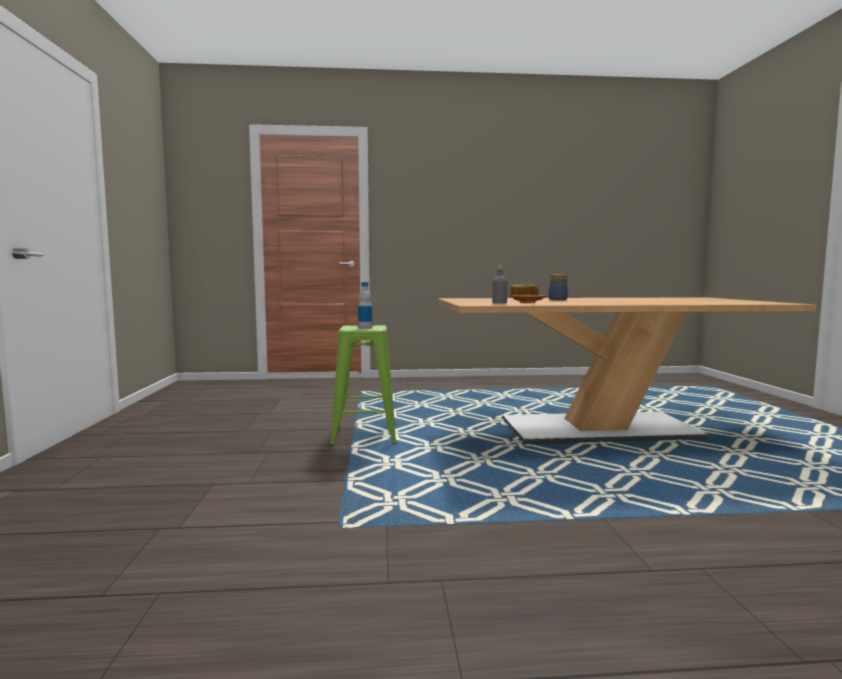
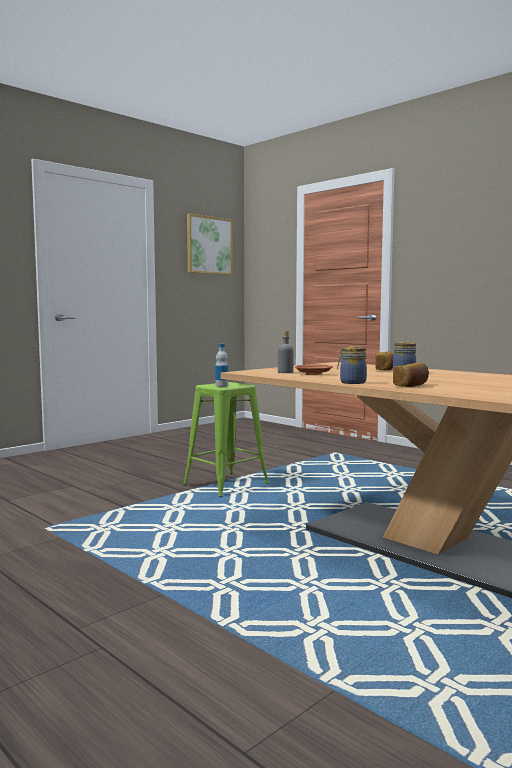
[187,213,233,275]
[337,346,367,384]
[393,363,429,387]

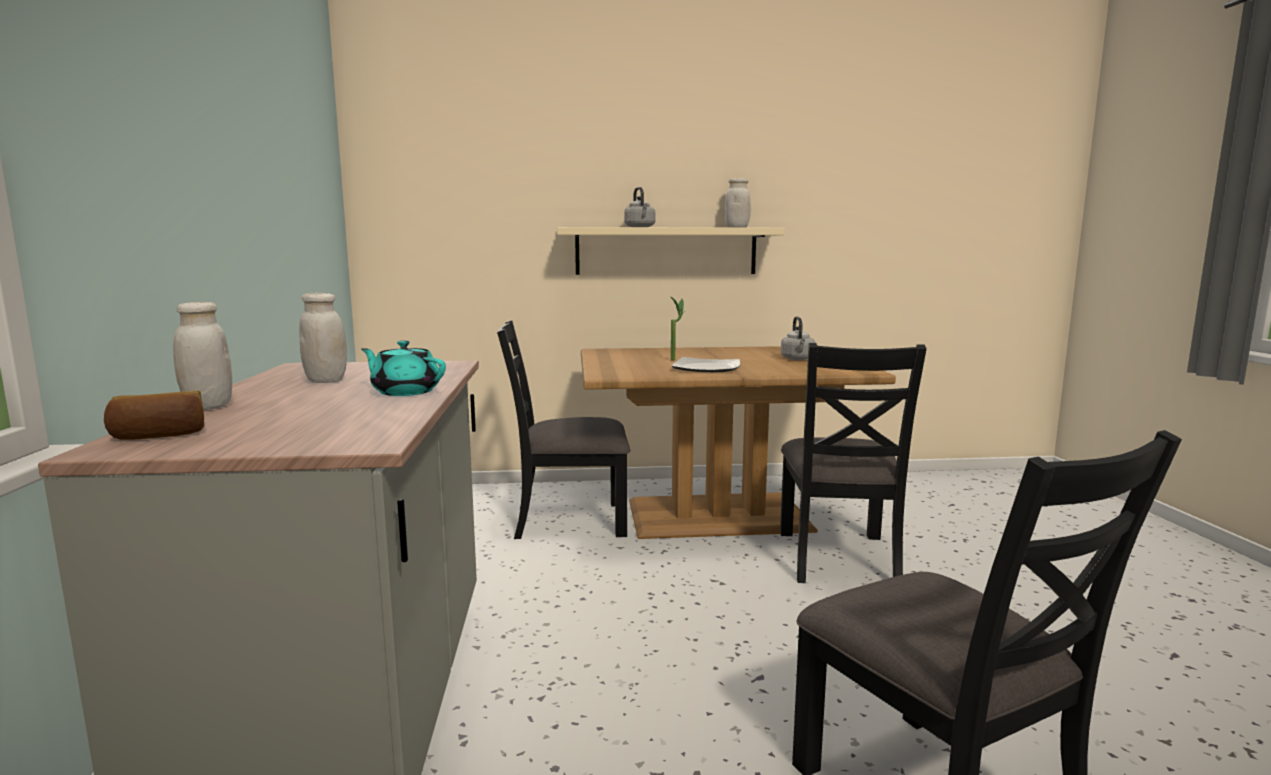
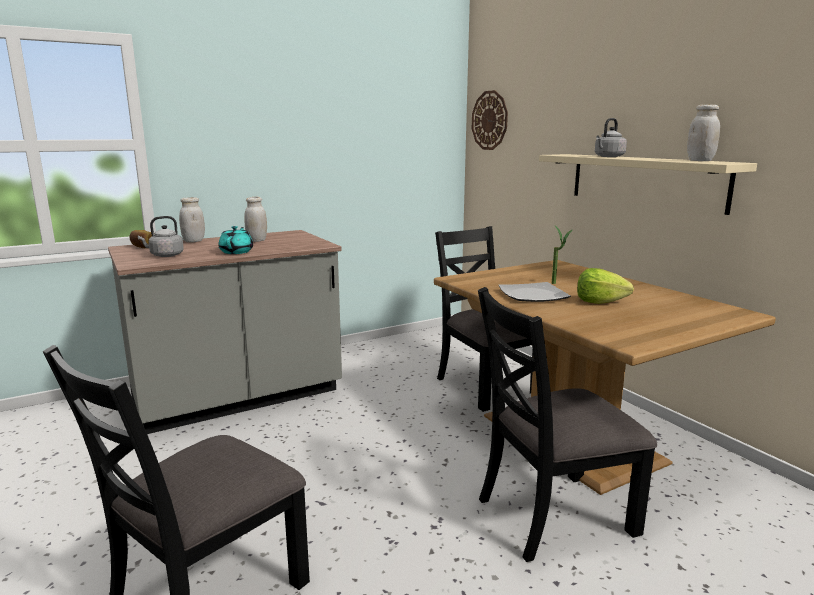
[472,90,508,150]
[577,268,634,304]
[137,216,184,257]

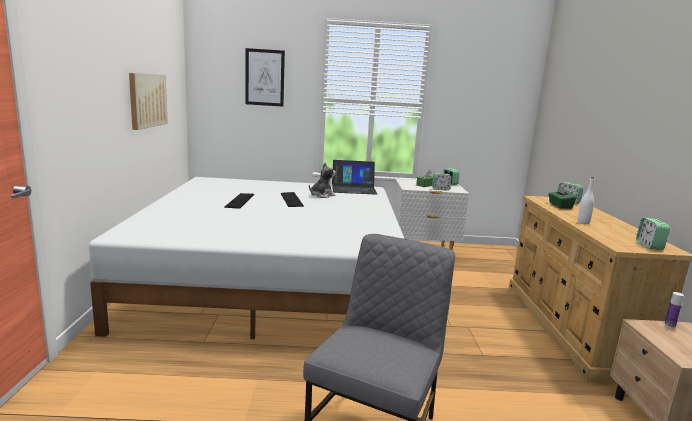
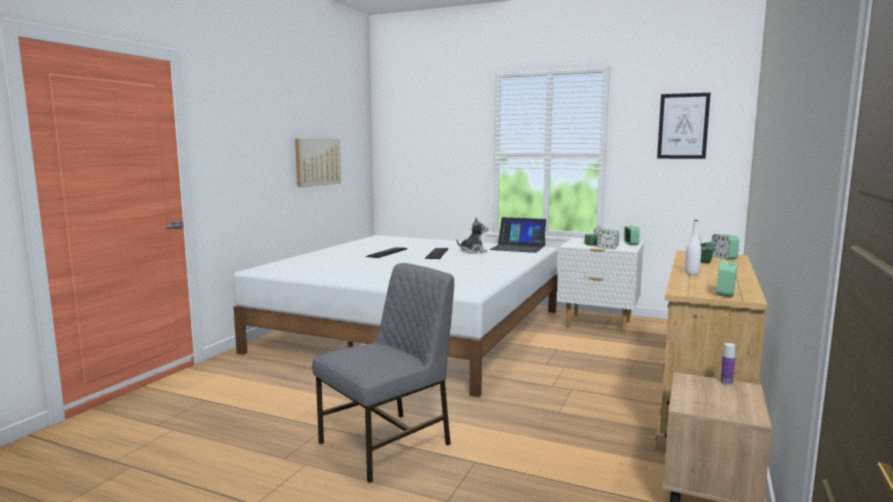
[657,93,711,159]

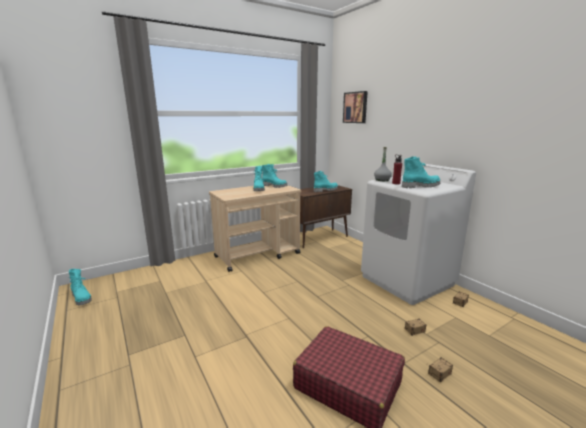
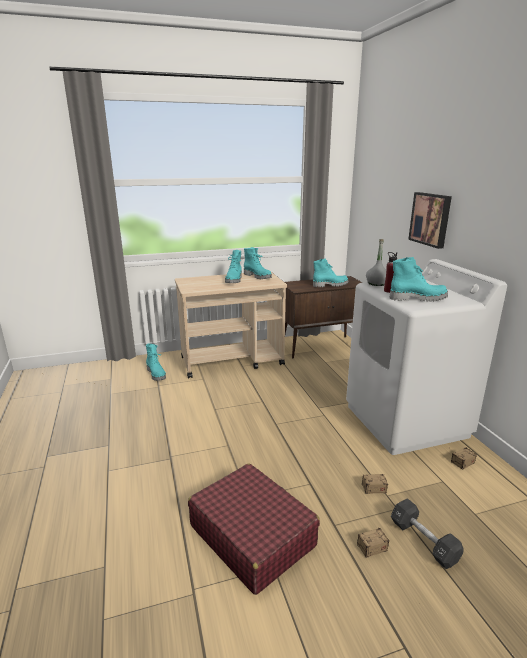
[391,498,464,569]
[146,344,166,381]
[408,192,452,249]

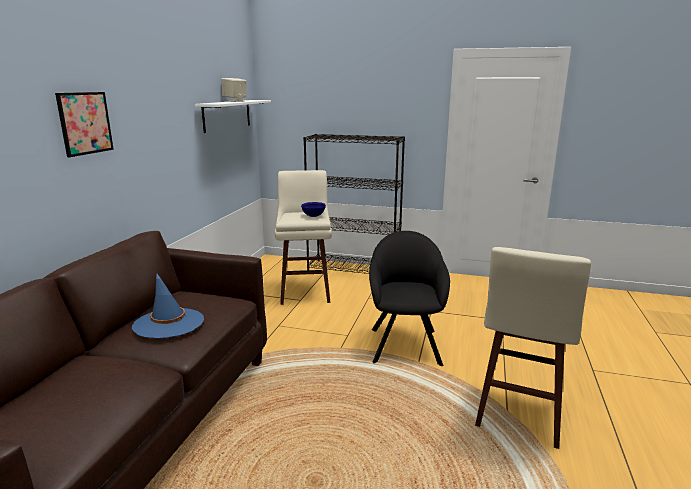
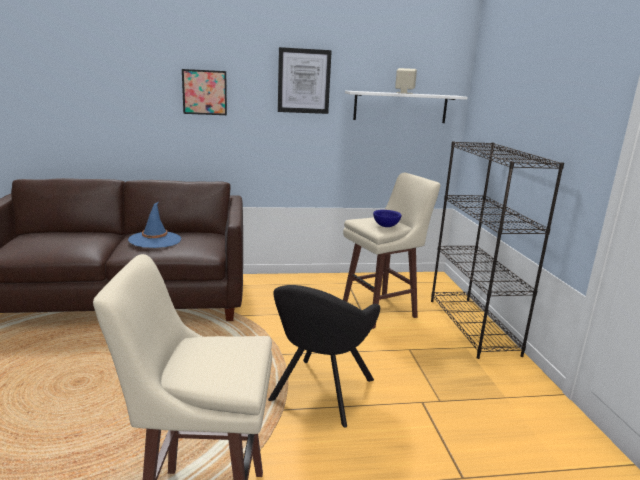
[278,47,332,114]
[268,285,380,428]

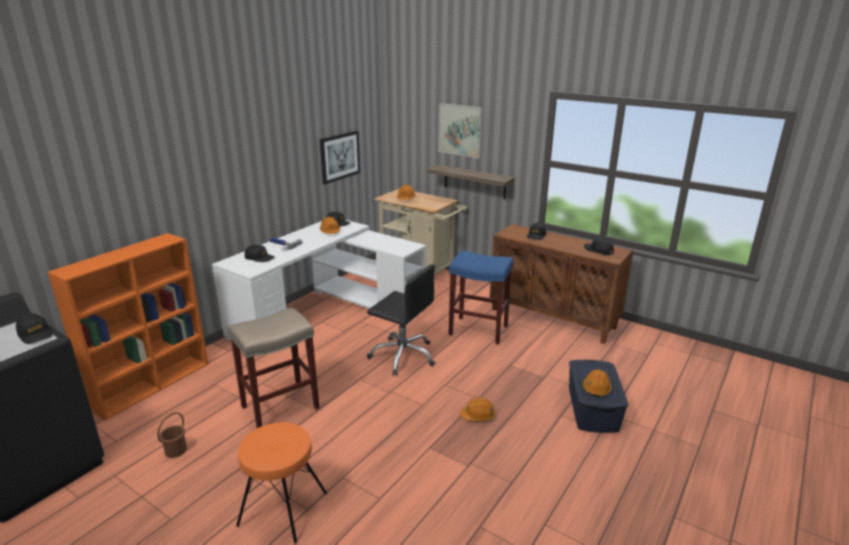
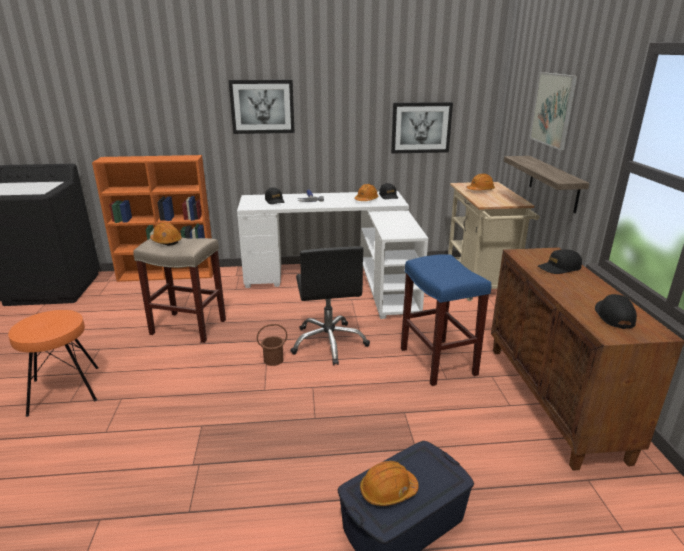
[16,313,52,344] (first image)
[229,80,295,134]
[257,324,287,366]
[150,222,182,246]

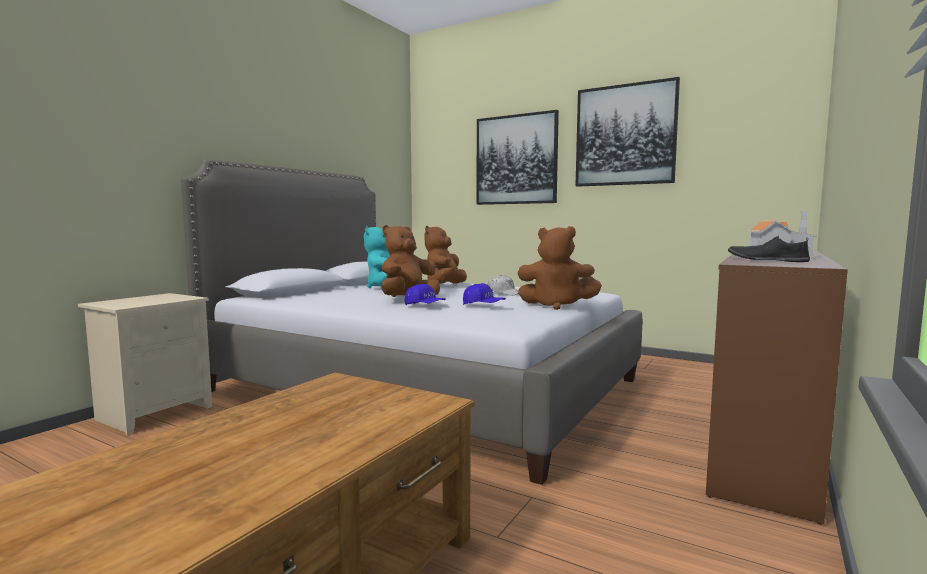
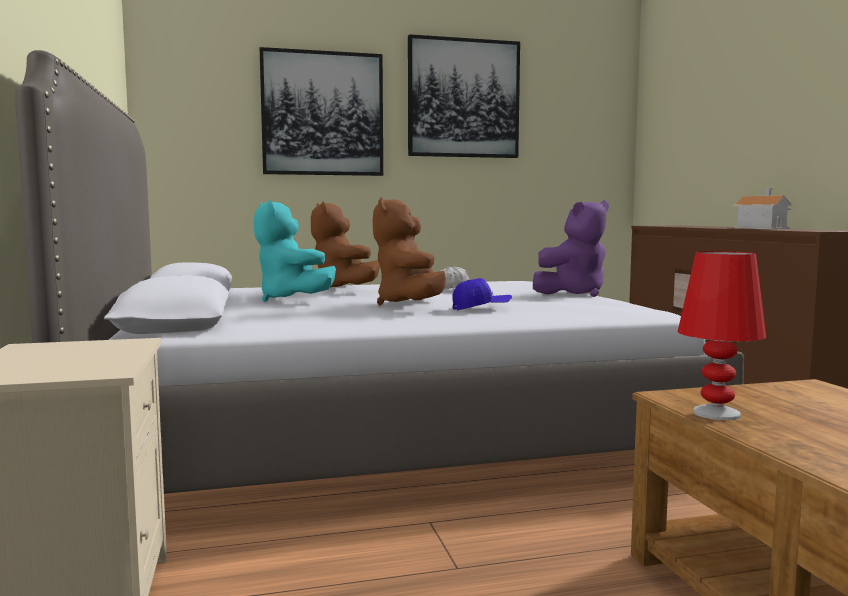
[463,283,506,305] (first image)
[728,235,810,262] (first image)
[678,251,766,420]
[533,200,609,297]

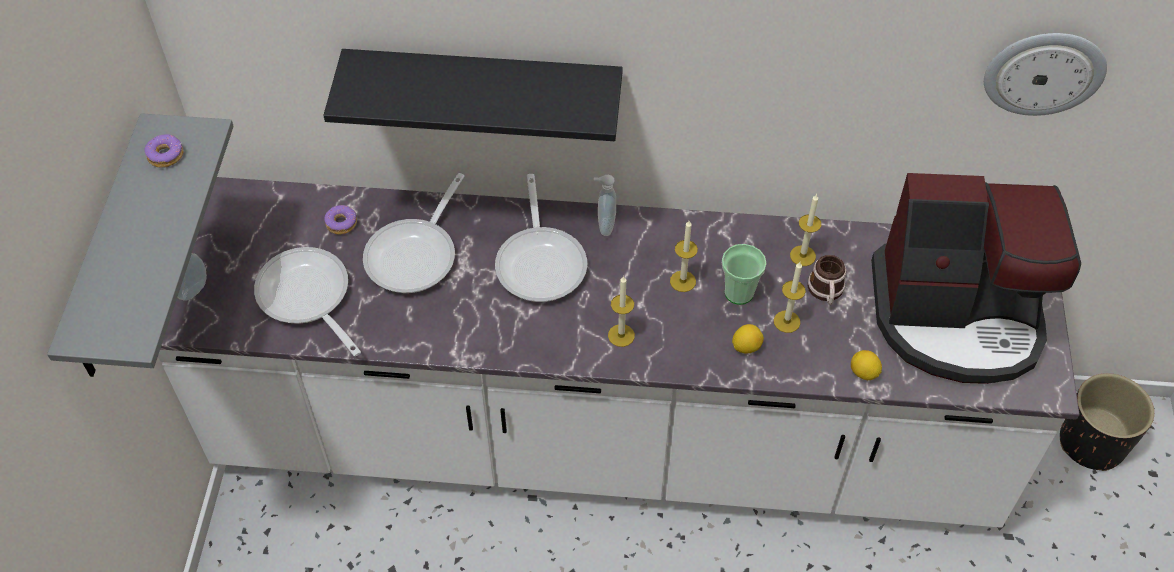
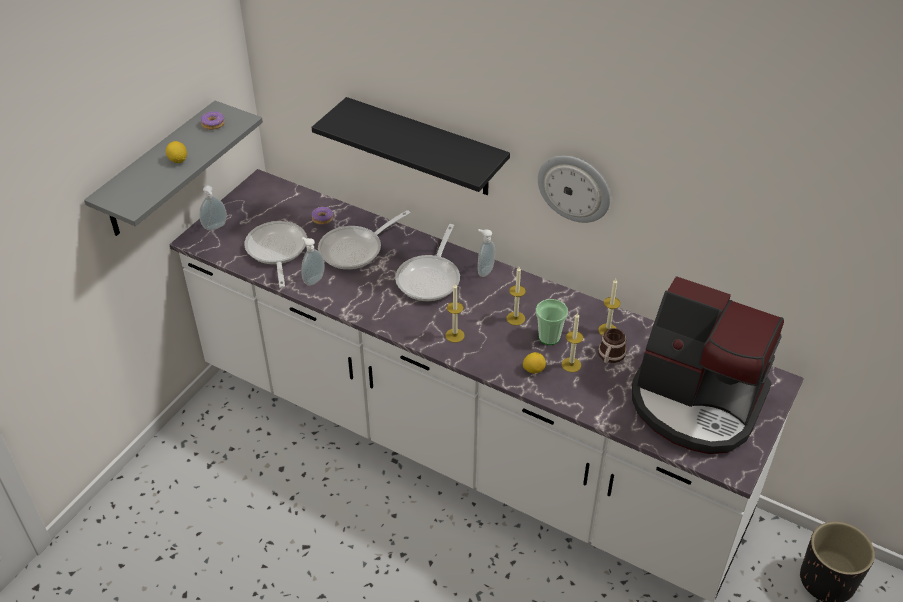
[301,237,325,286]
[166,141,187,163]
[538,156,610,223]

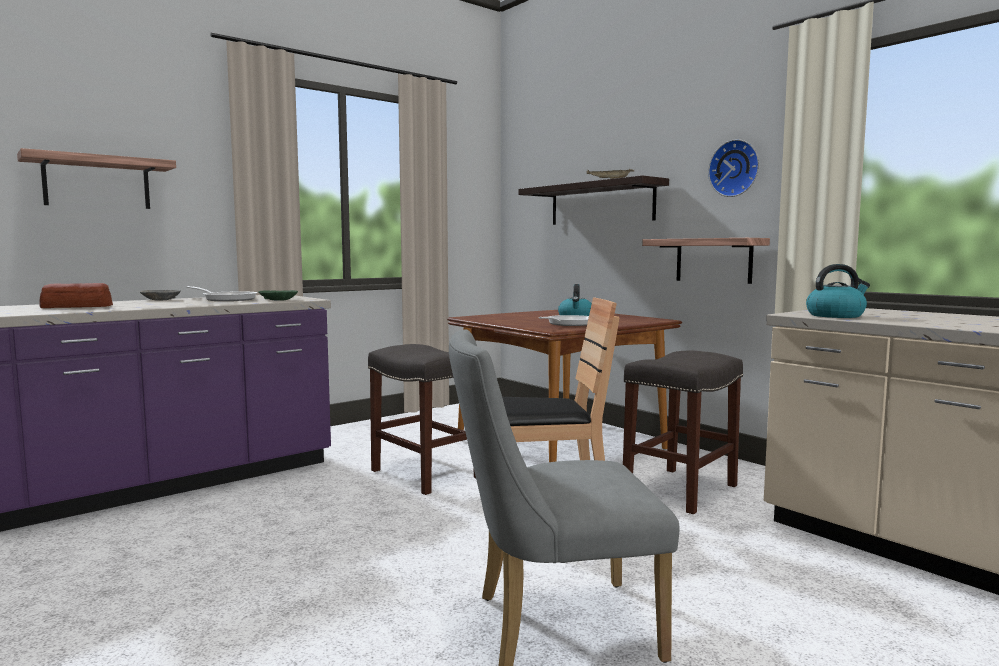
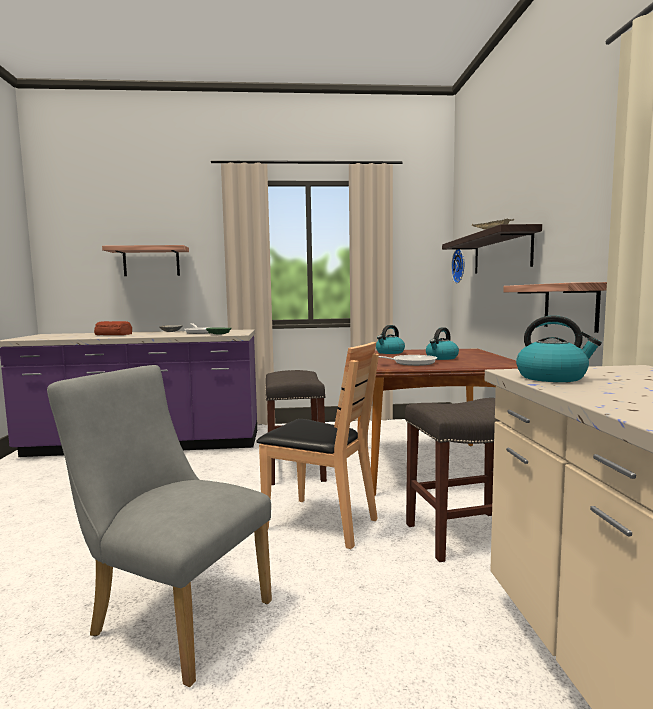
[376,325,405,354]
[451,249,464,283]

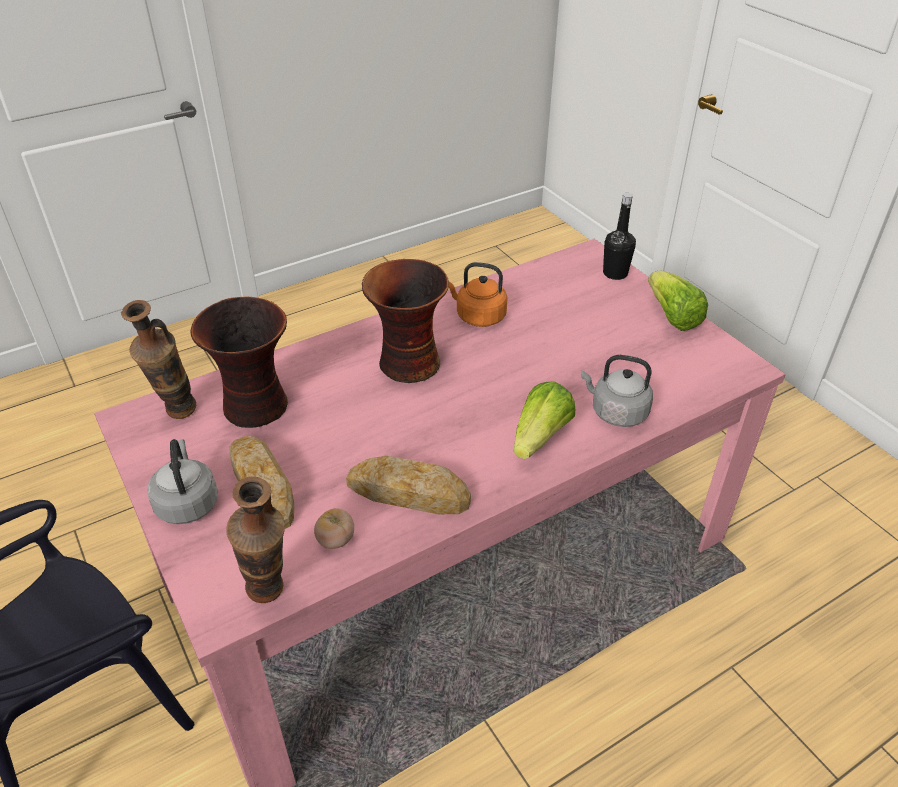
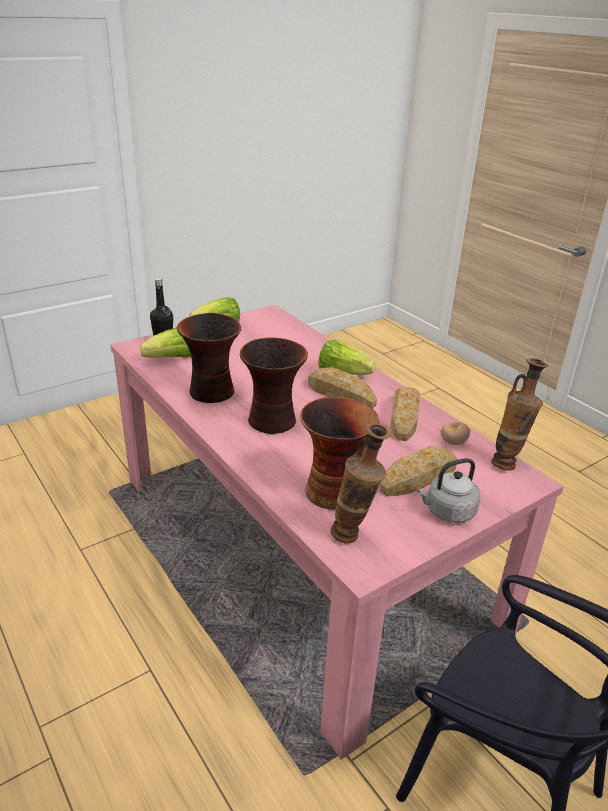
[581,355,653,427] (first image)
[140,328,191,358]
[308,367,377,409]
[177,313,241,403]

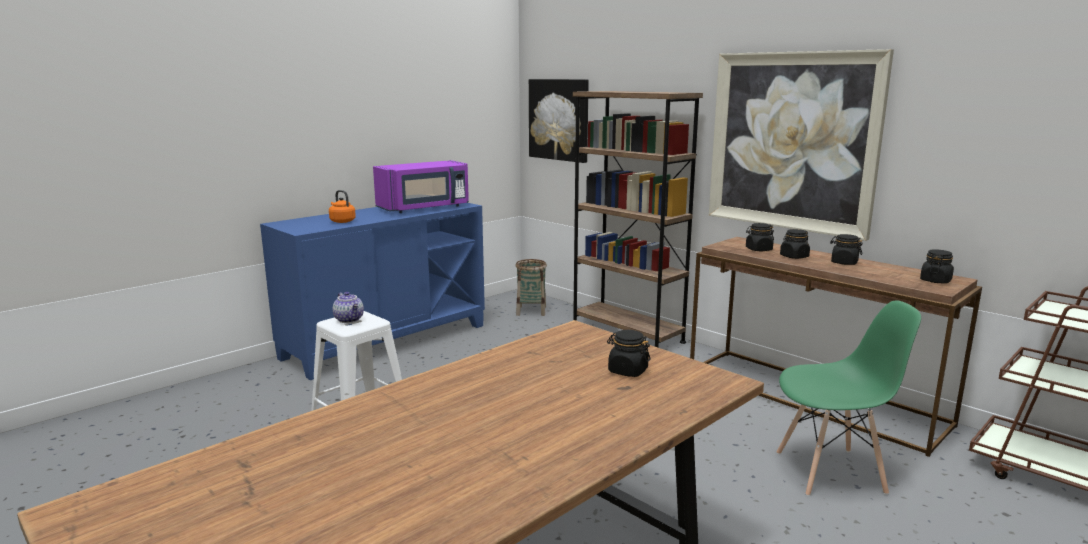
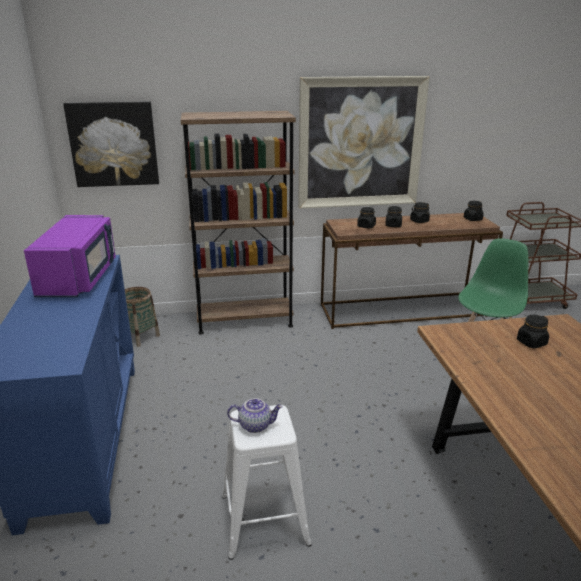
[329,190,356,223] (first image)

